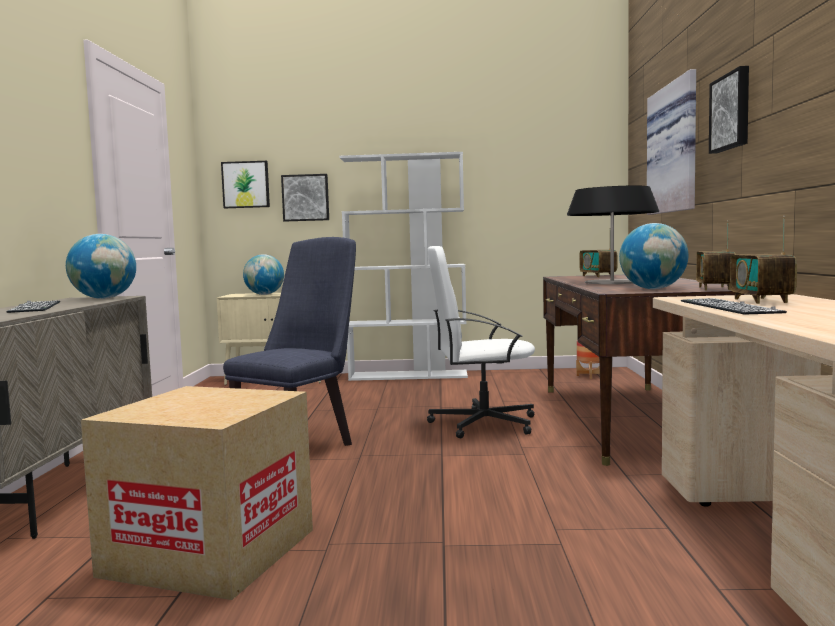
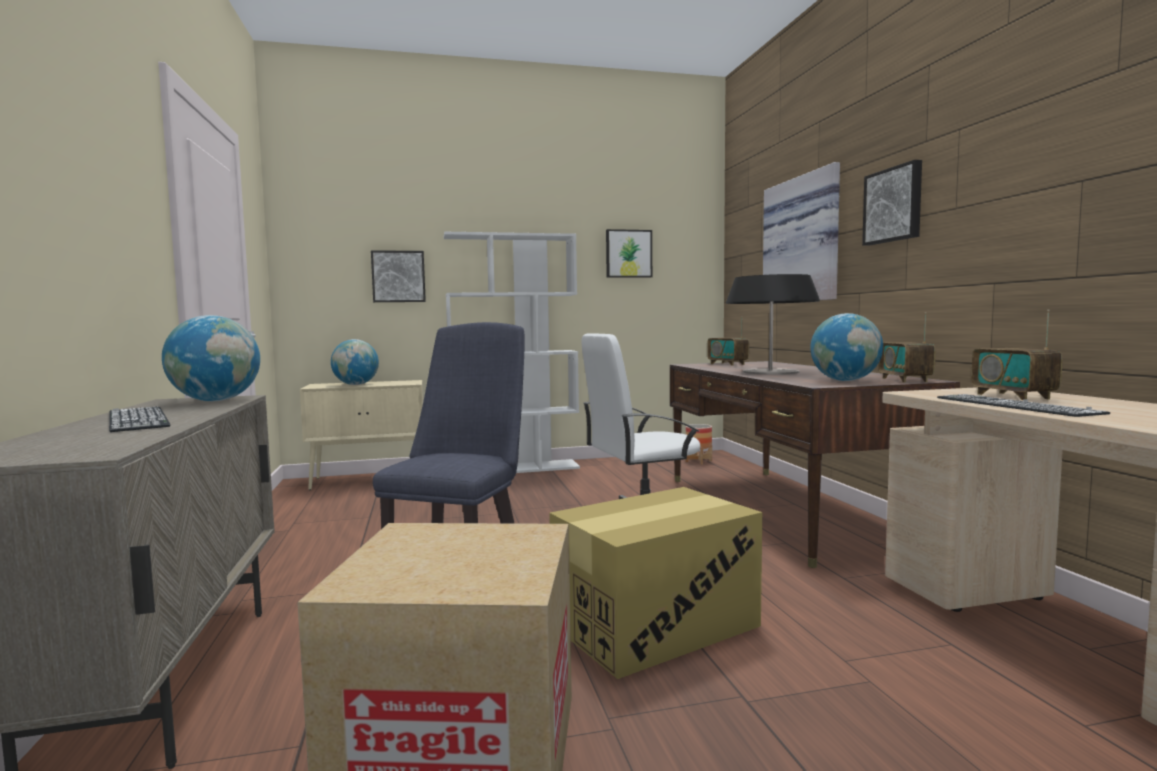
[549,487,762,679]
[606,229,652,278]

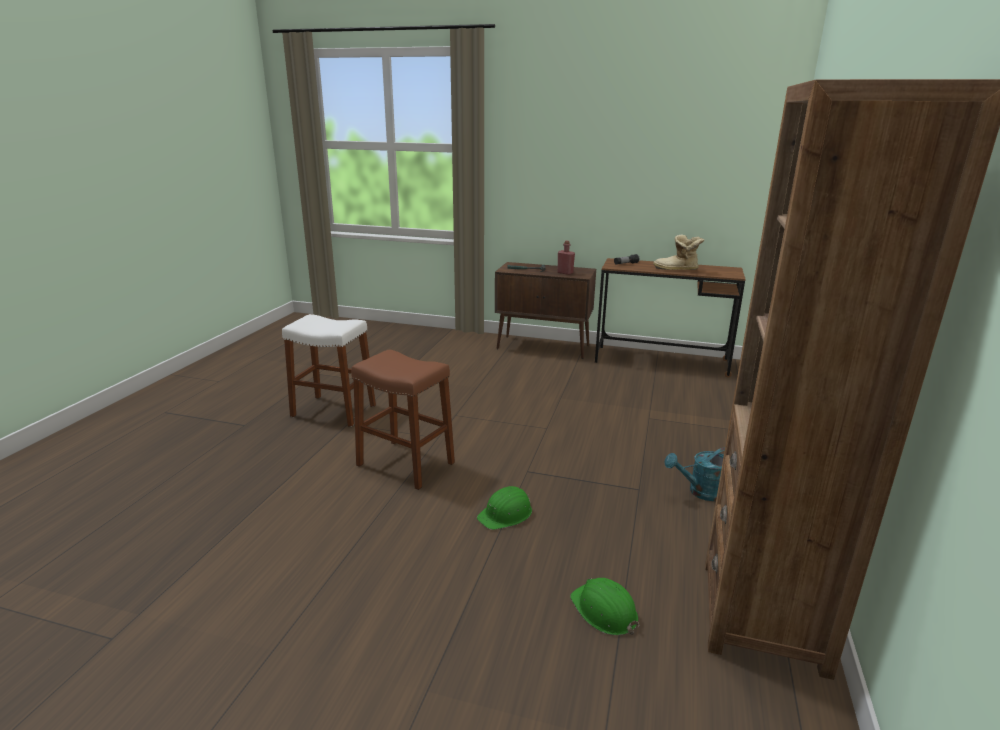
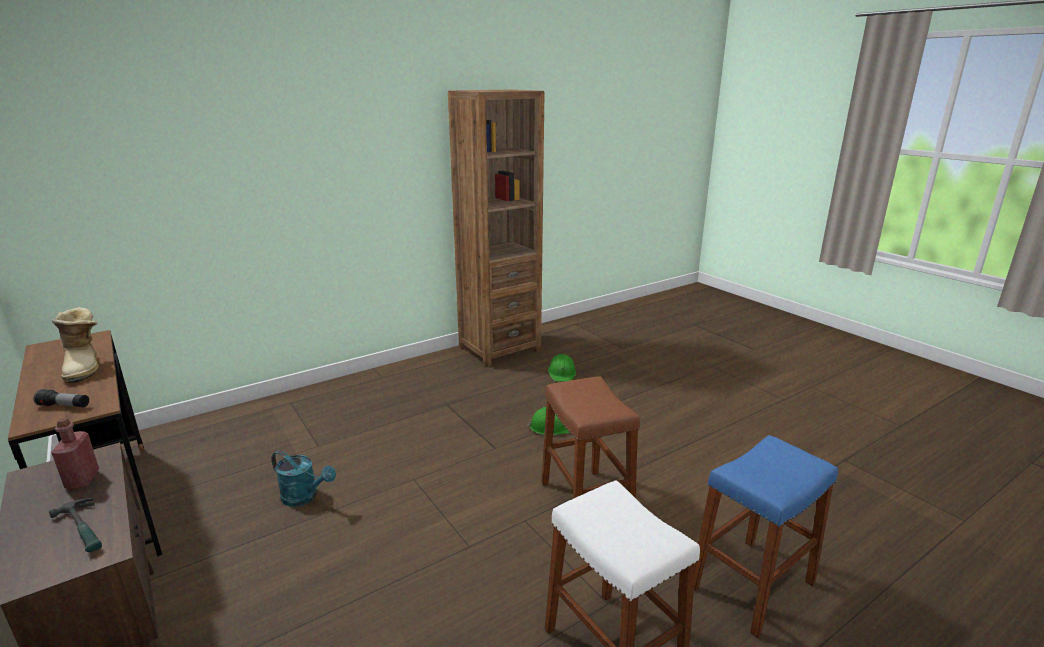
[694,435,838,638]
[271,450,336,507]

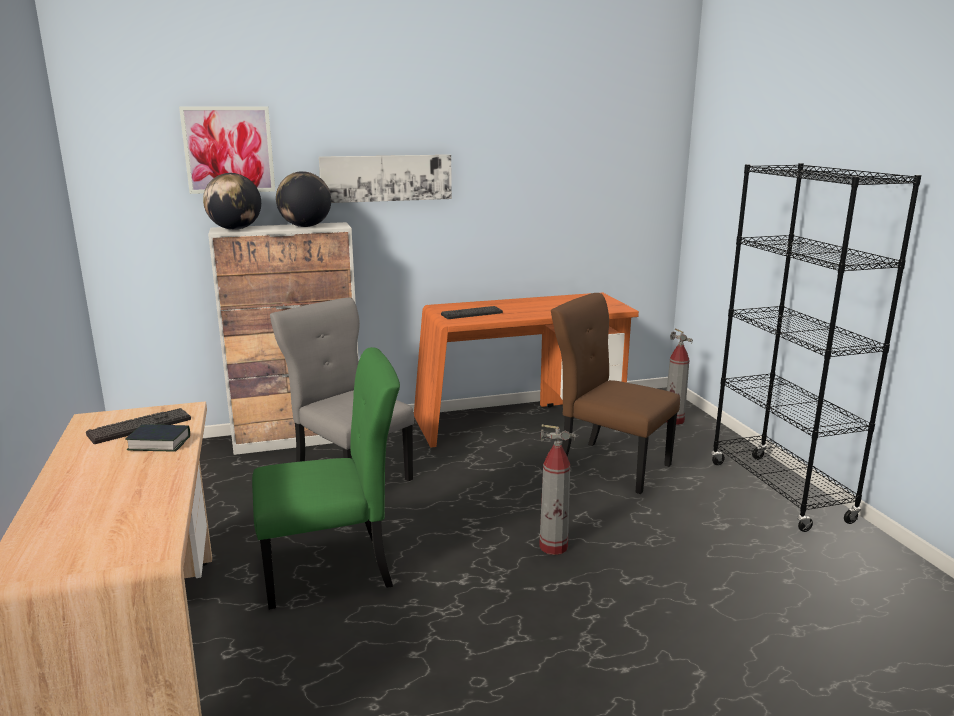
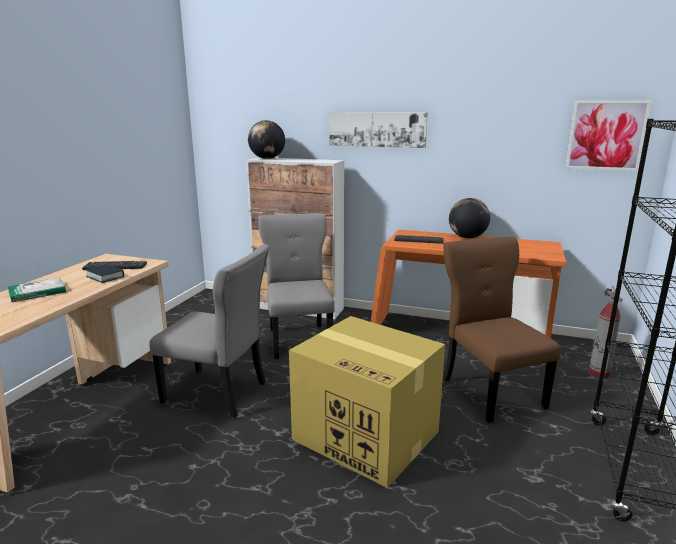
[7,277,66,302]
[565,100,652,171]
[449,198,490,239]
[289,316,445,488]
[149,244,270,418]

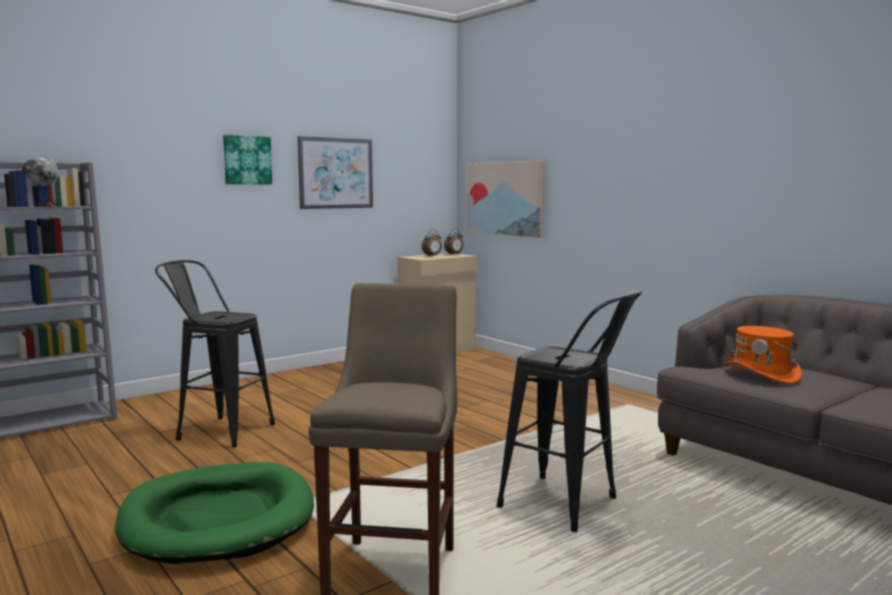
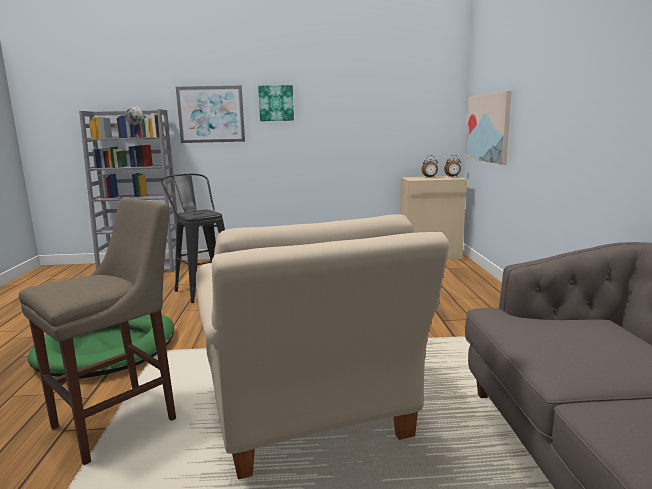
[725,326,802,384] (first image)
[176,86,245,143]
[196,215,450,479]

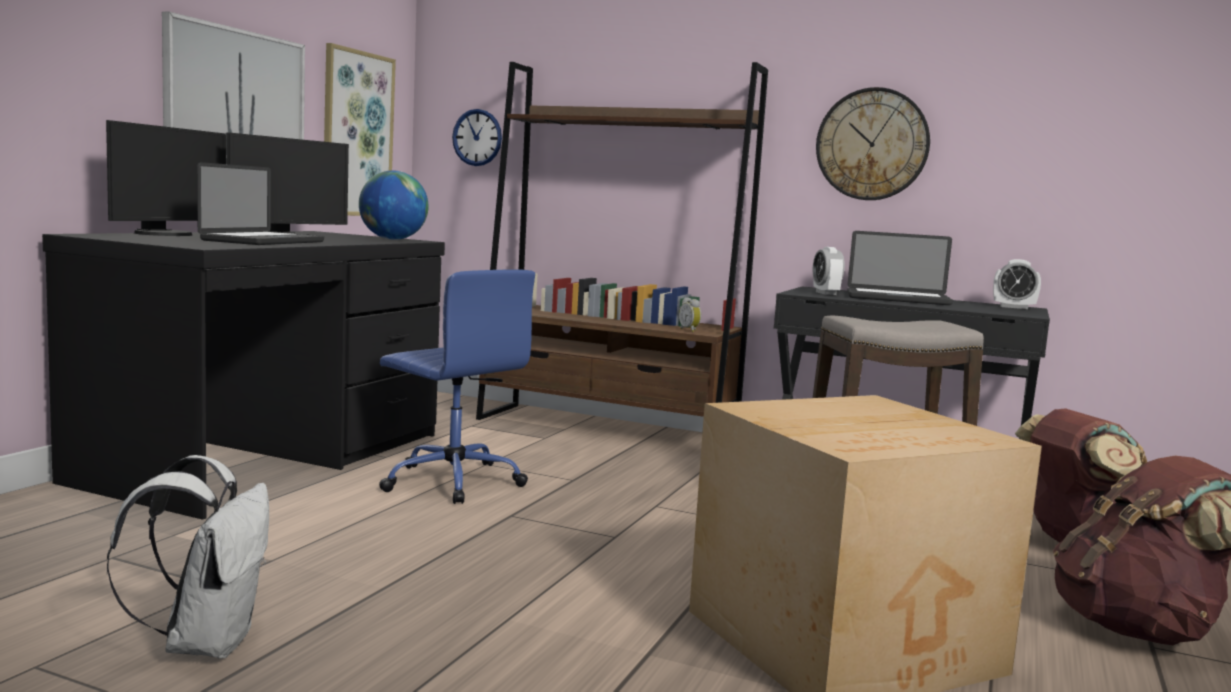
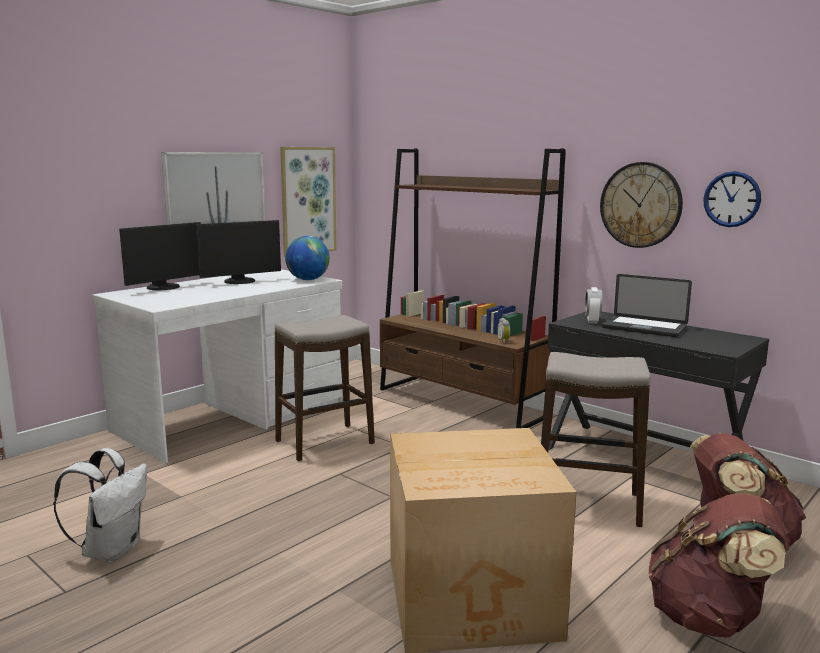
[197,162,324,245] (first image)
[993,259,1041,309] (first image)
[703,171,761,227]
[275,315,375,461]
[93,269,342,463]

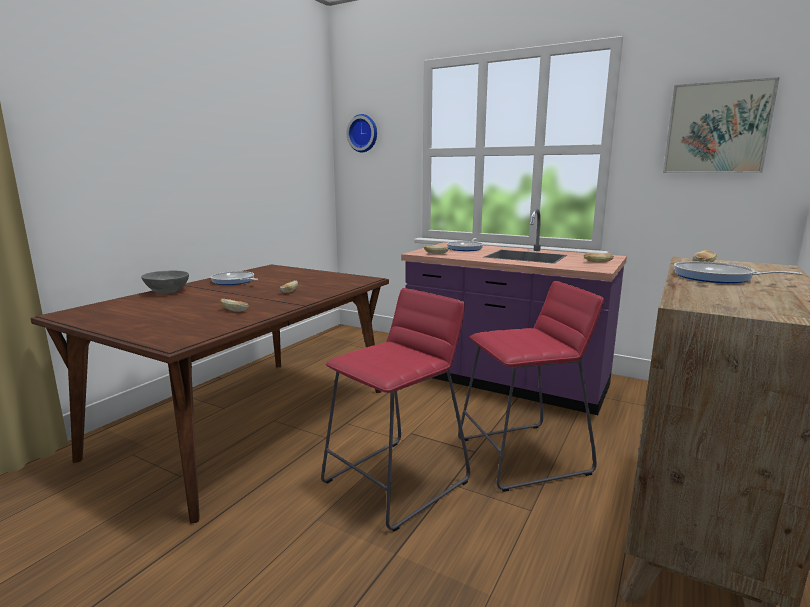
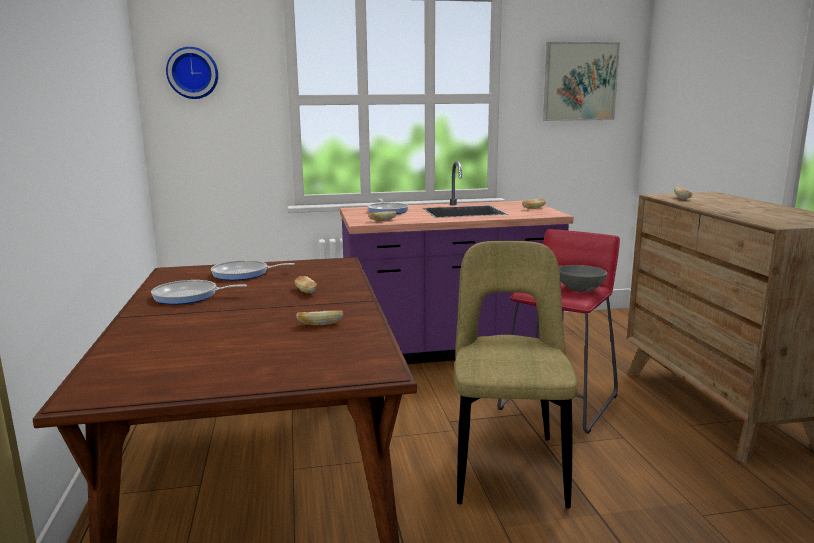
[559,265,607,292]
[211,260,295,280]
[454,241,578,509]

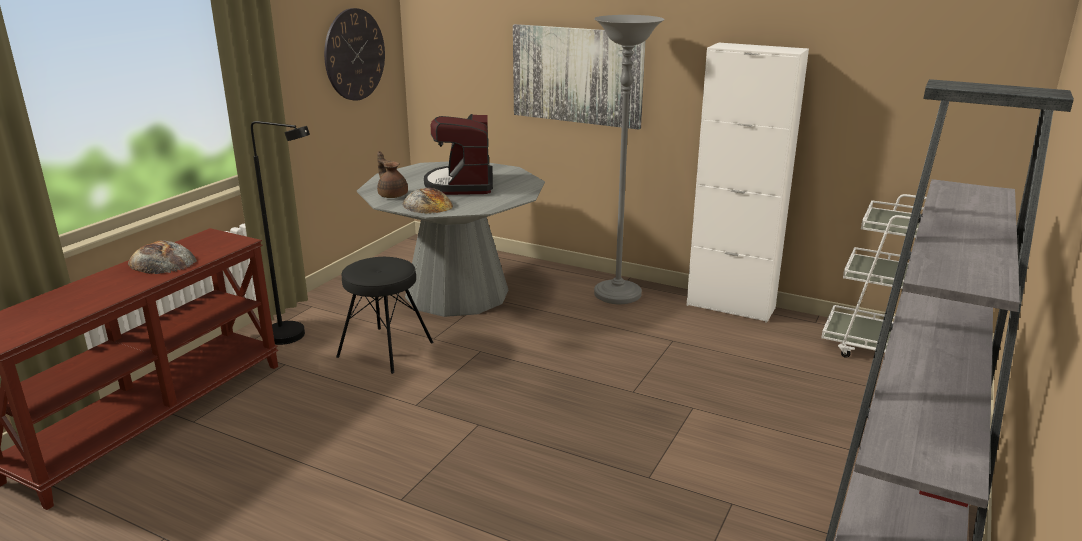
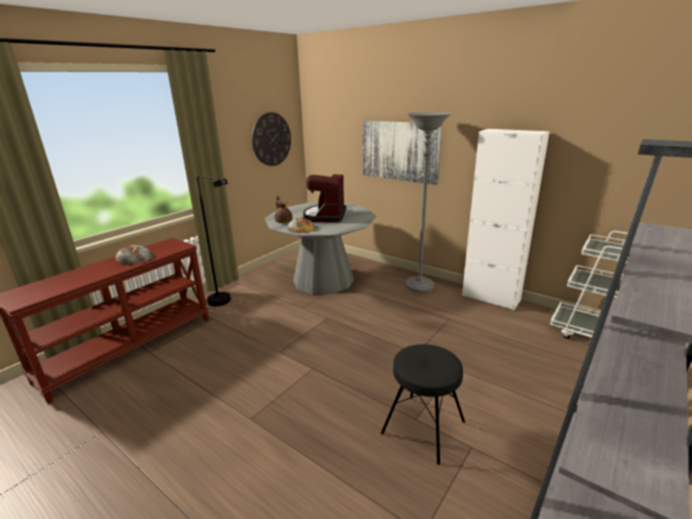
[381,344,465,465]

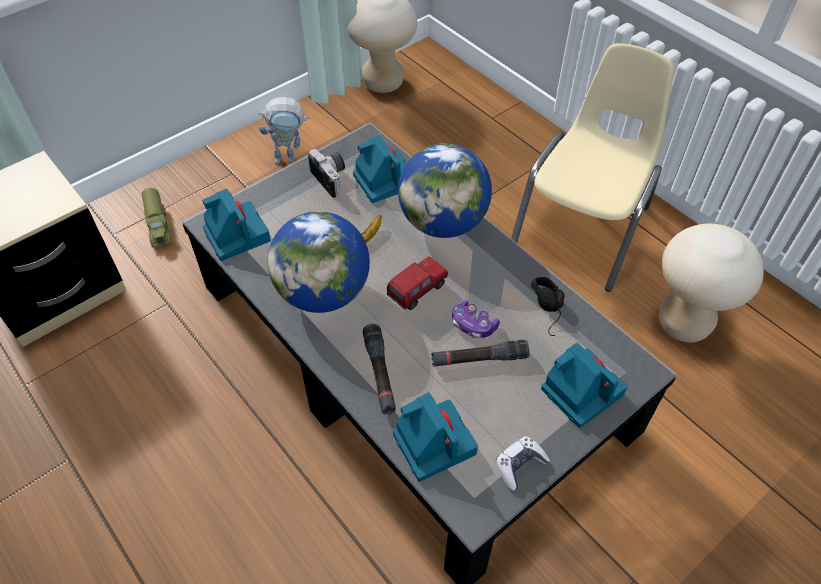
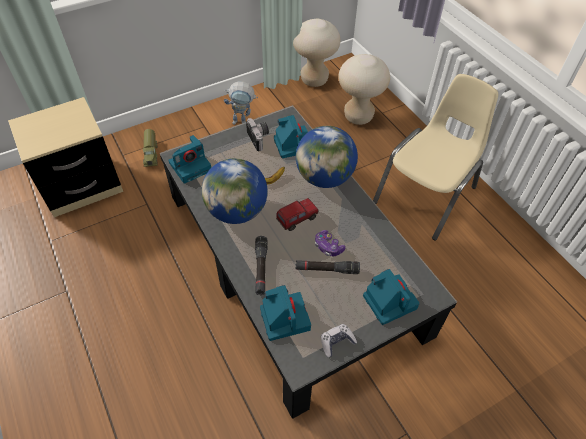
[531,277,564,336] (first image)
[338,54,390,125]
[168,135,211,184]

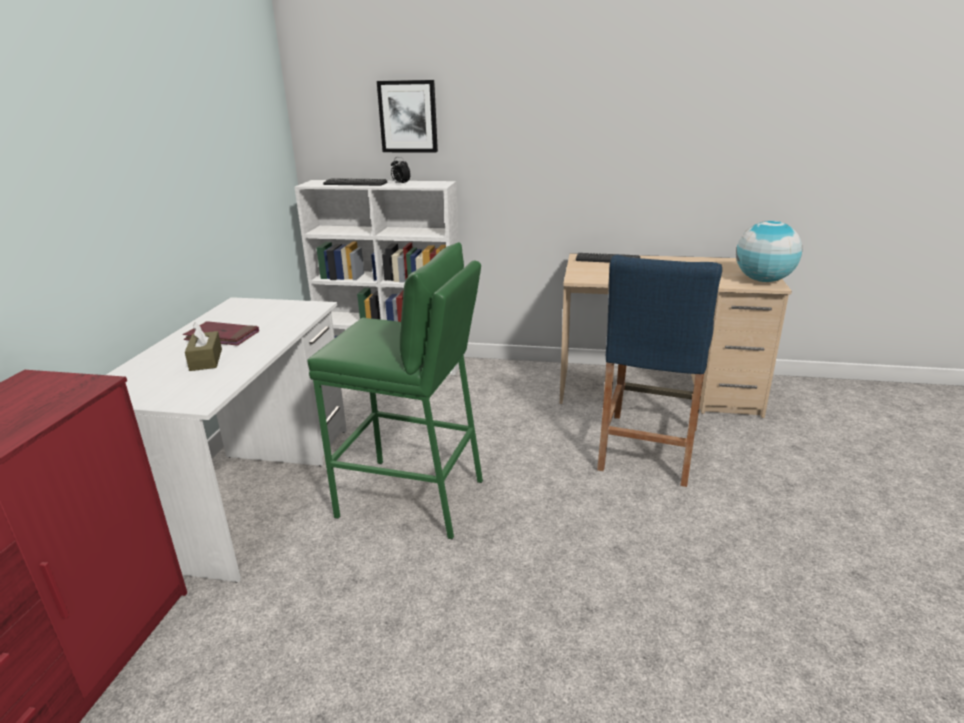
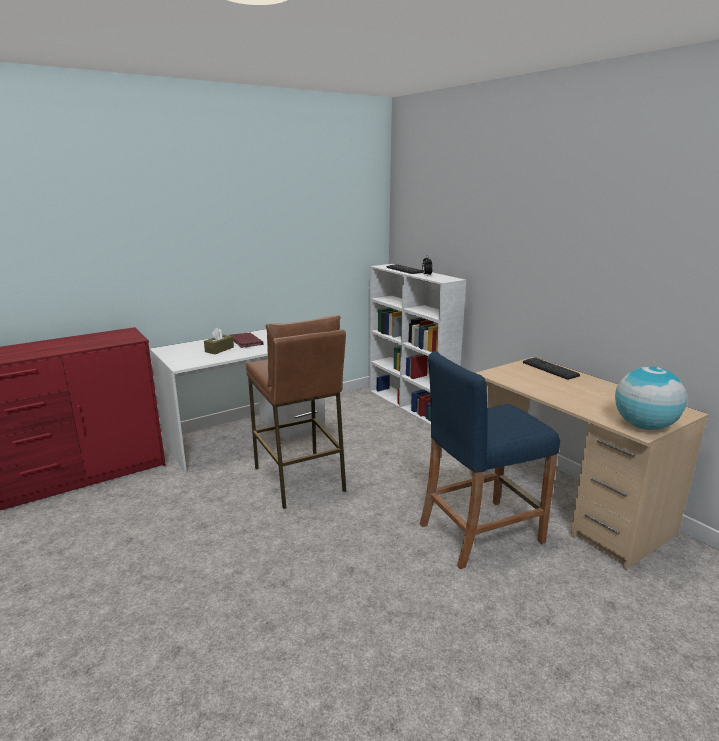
[377,80,438,152] (first image)
[246,315,346,509]

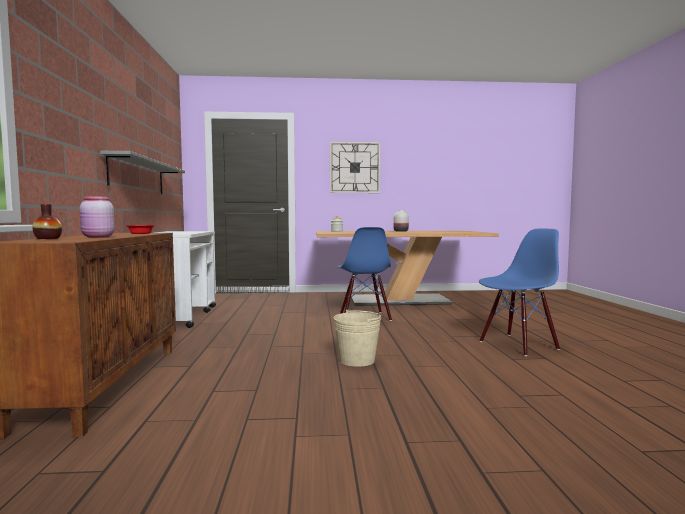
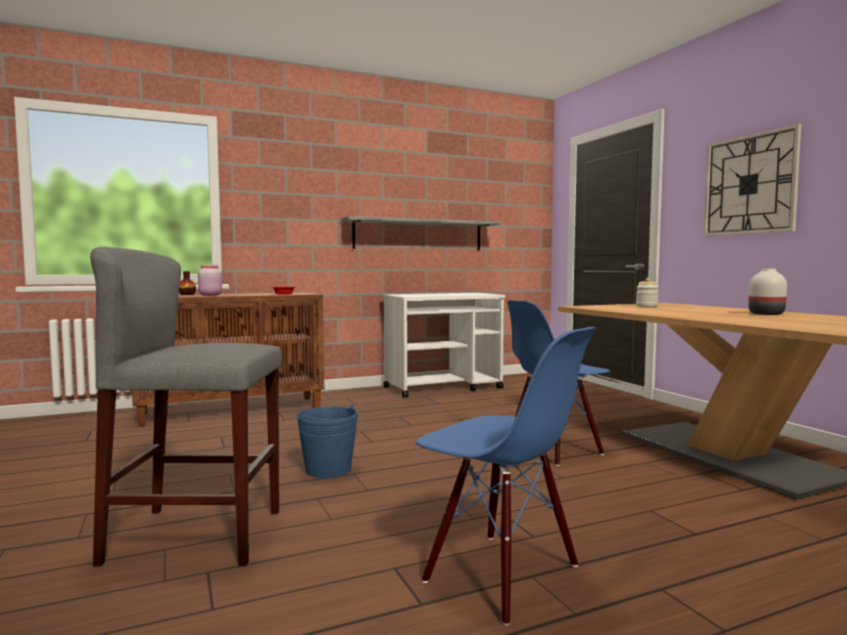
[90,247,282,567]
[296,405,359,478]

